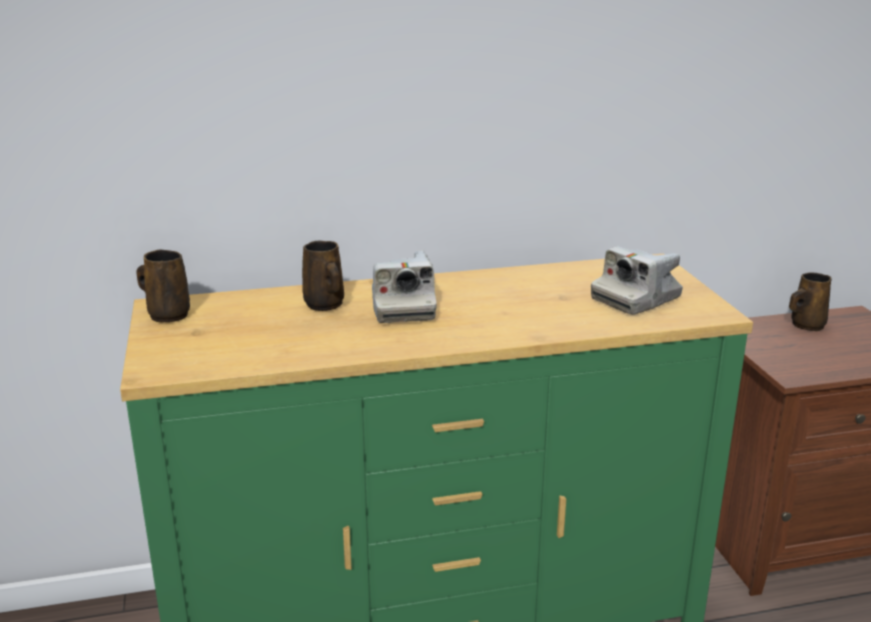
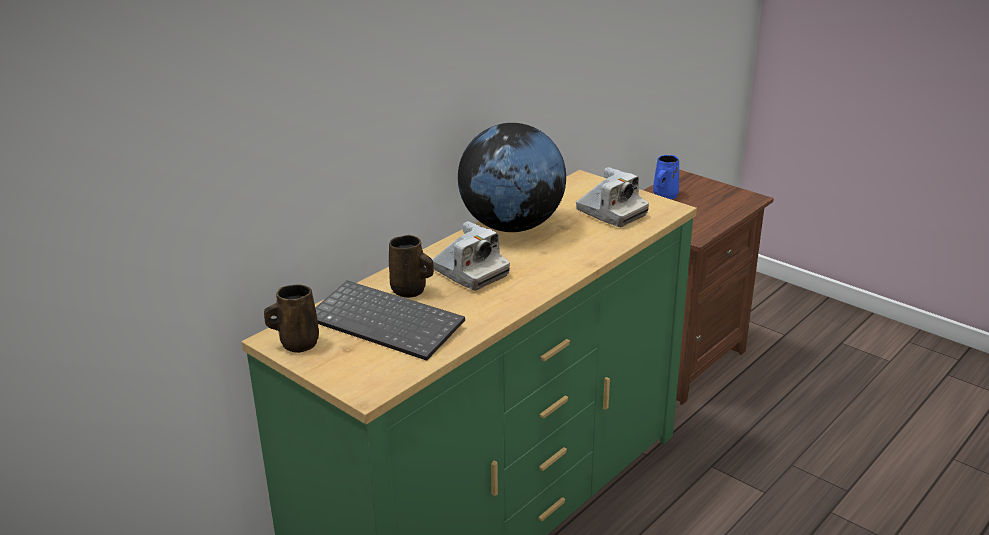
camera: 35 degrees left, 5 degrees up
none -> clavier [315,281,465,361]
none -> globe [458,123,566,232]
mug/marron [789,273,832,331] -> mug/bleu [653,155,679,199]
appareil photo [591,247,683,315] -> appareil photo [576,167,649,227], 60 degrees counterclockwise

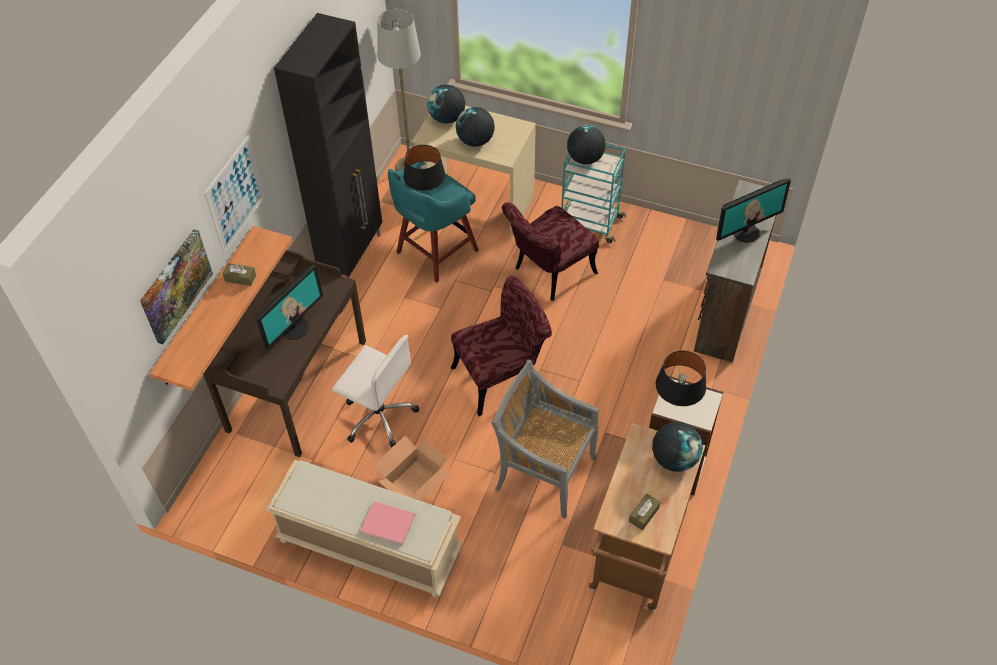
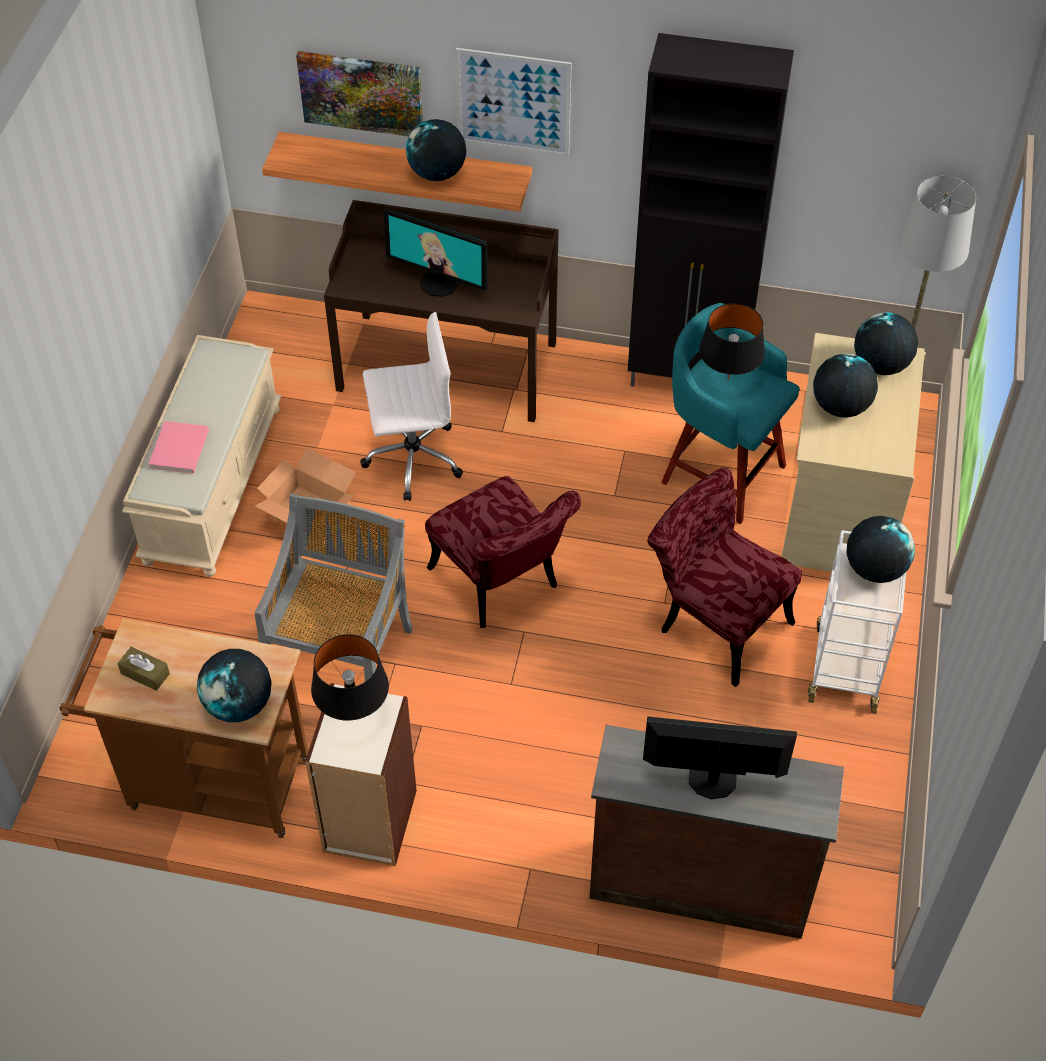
camera: 80 degrees right, 0 degrees up
boîte à mouchoirs/marron [223,263,256,286] -> globe [406,119,466,181]
chariot/turquoise [561,144,626,243] -> chariot/blanc [808,530,906,714]
chaise de bureau/blanc [332,335,419,447] -> chaise de bureau/blanc [360,312,463,501], 120 degrees counterclockwise
écran d'ordinateur [716,178,791,243] -> écran d'ordinateur [643,716,797,799], 135 degrees clockwise

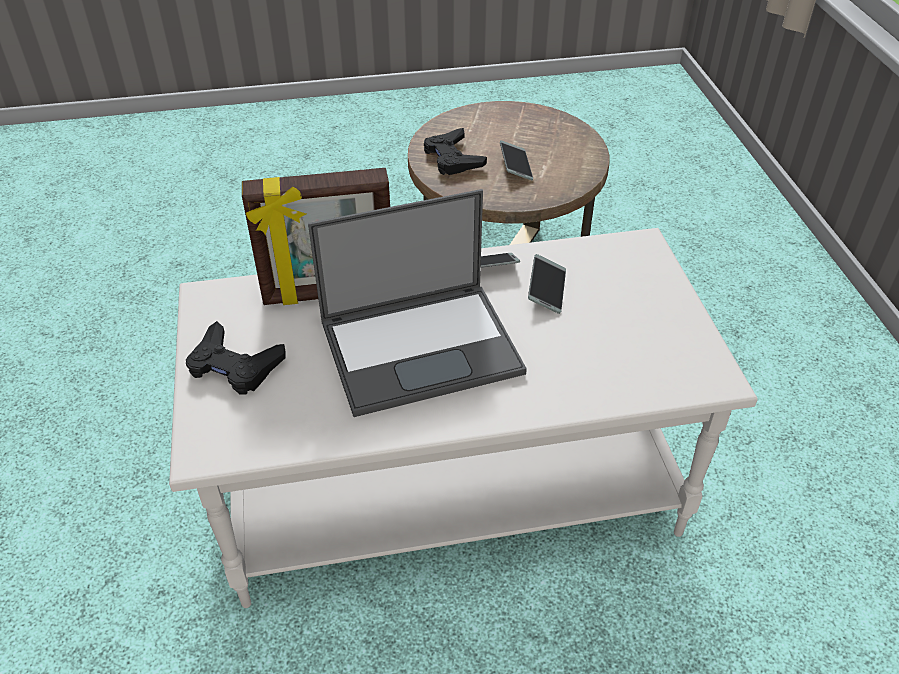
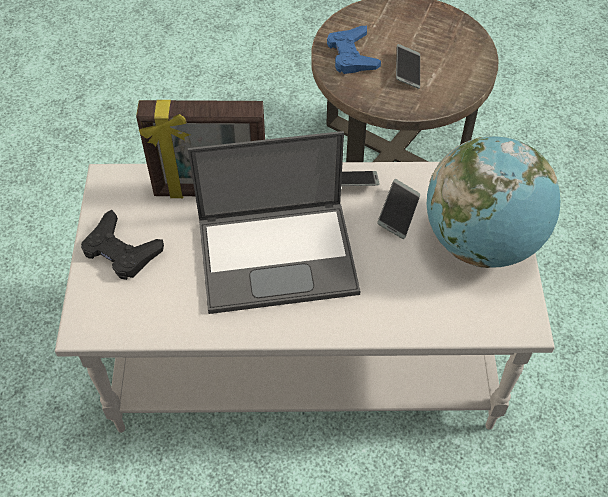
camera: 10 degrees right, 10 degrees up
none -> globe [427,137,560,268]
manette/noir [424,128,487,175] -> manette/bleu [327,26,381,74]

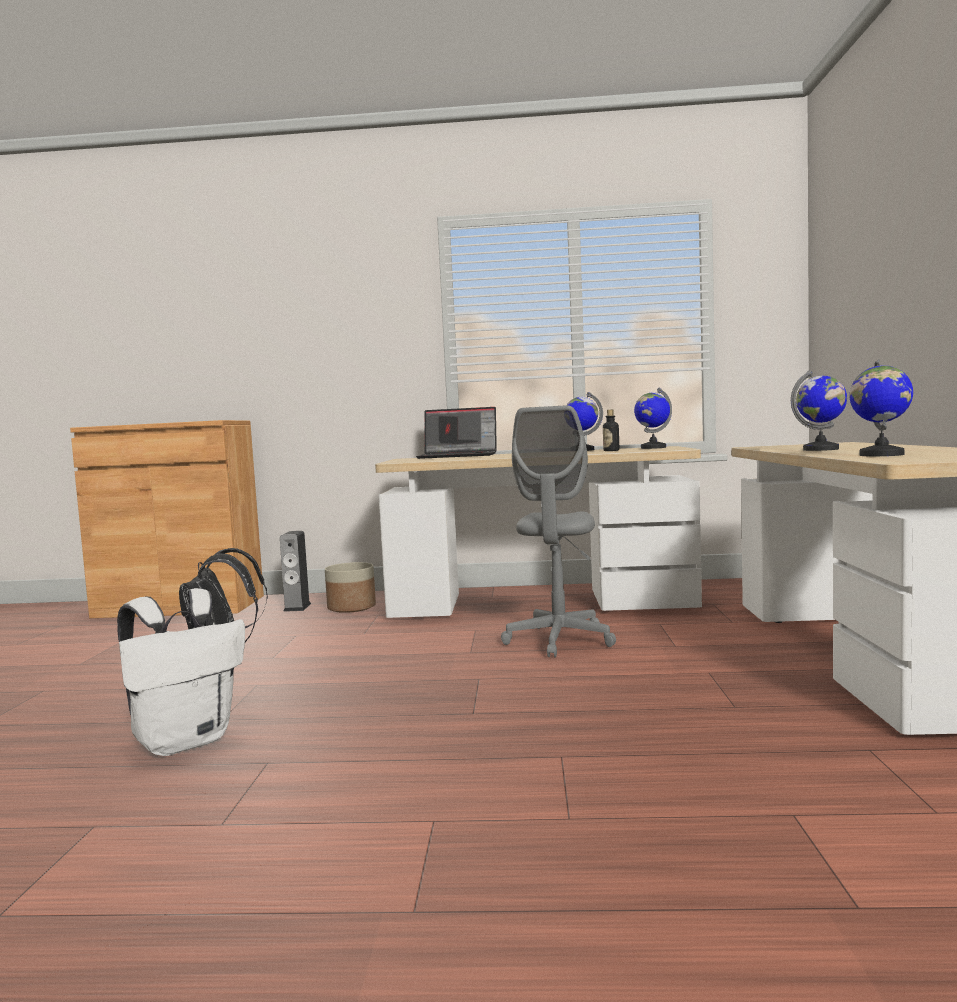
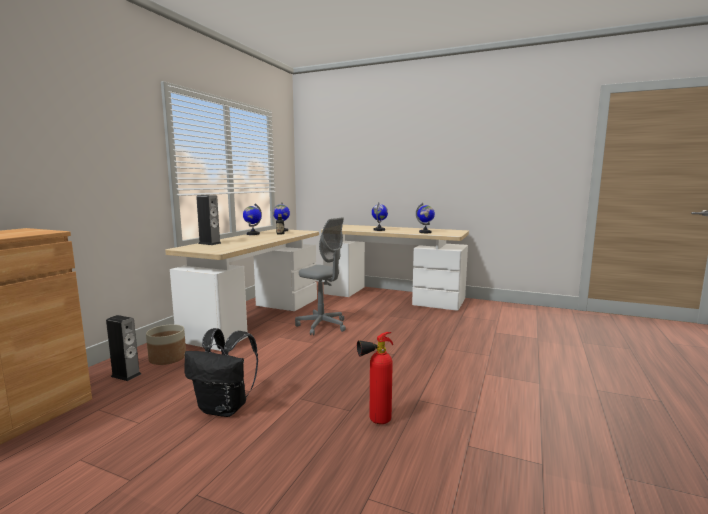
camera: 70 degrees left, 5 degrees up
sac à dos/blanc [117,588,245,756] -> extincteur [357,332,393,424]
ordinateur portable [416,407,497,459] -> enceinte [196,195,221,245]

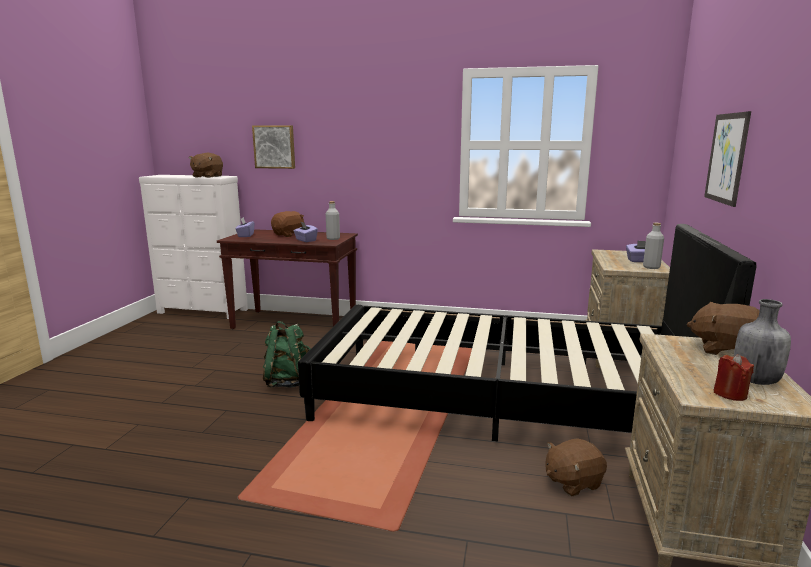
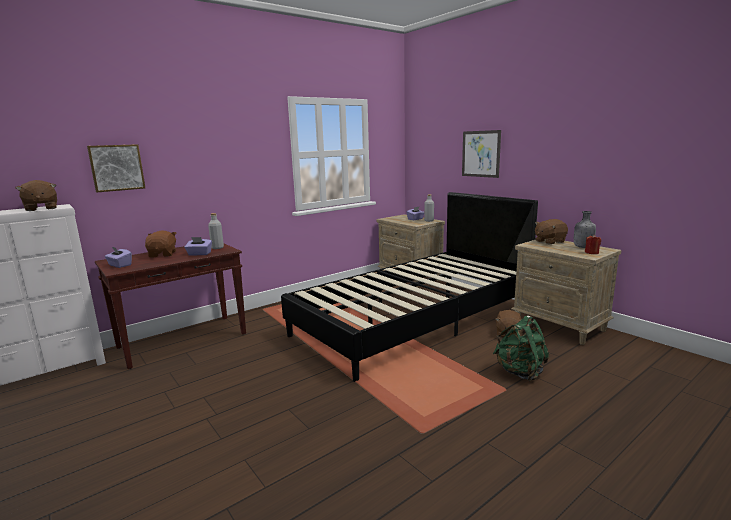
camera: 50 degrees left, 0 degrees up
sac à dos/vert [263,321,311,388] -> sac à dos/vert [493,315,549,381], moved

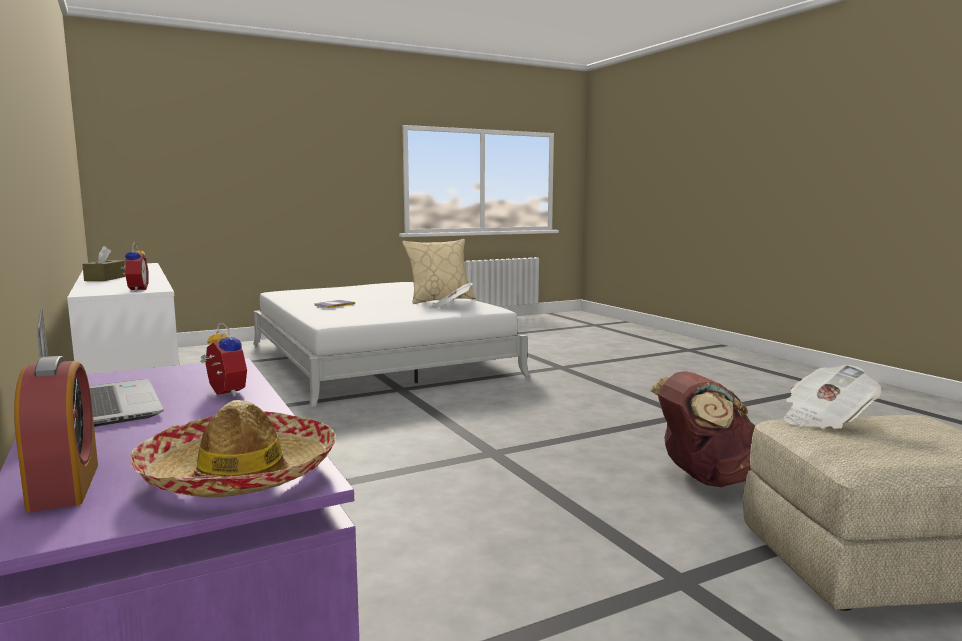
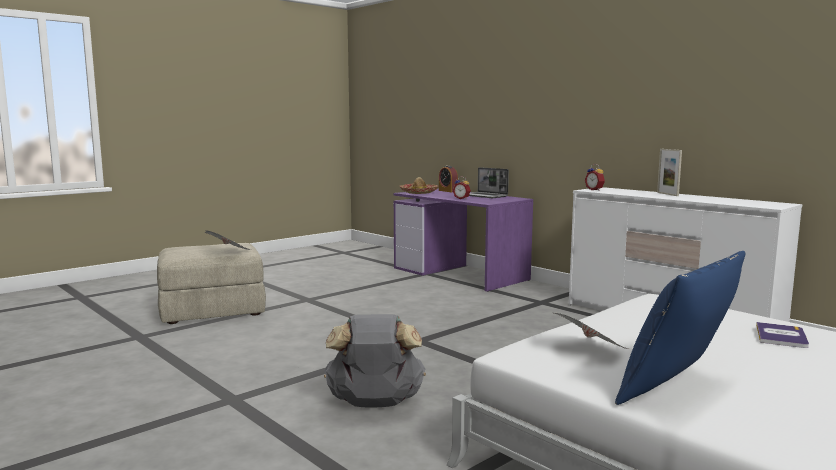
camera: 165 degrees right, 0 degrees up
sac à dos/marron [651,371,755,487] -> none
none -> sac à dos/gris [324,314,426,408]
boîte à mouchoirs/marron [82,246,126,281] -> cadre photo [657,149,682,196]
coussin/beige [402,239,476,304] -> coussin/bleu [615,251,745,405]

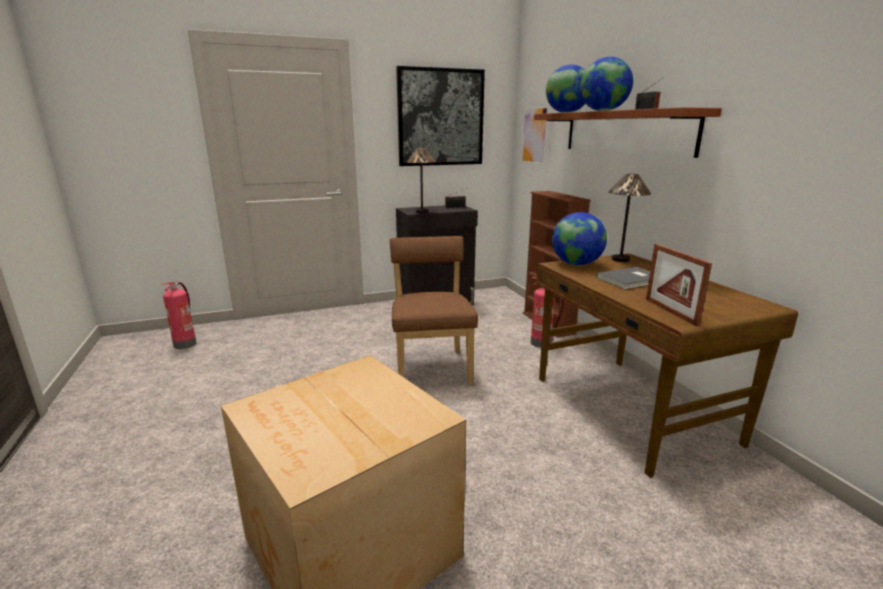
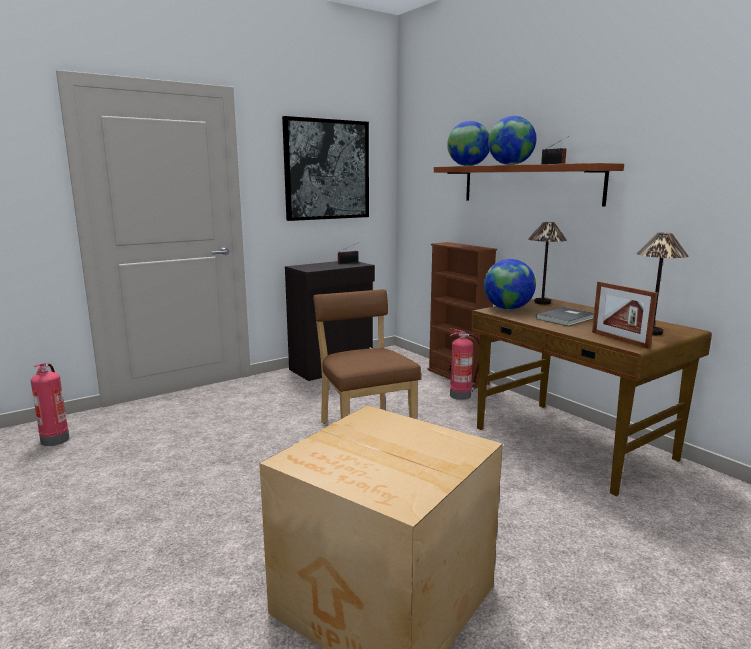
camera: 15 degrees left, 5 degrees down
tableau [521,105,550,166] -> none
lampe de table [407,148,436,213] -> lampe de table [636,233,689,335], moved

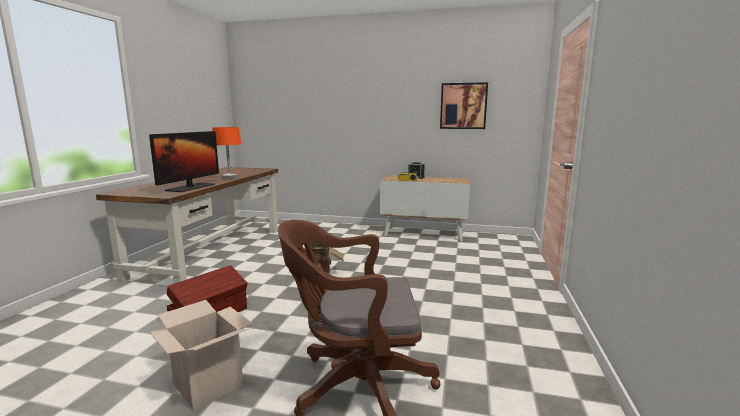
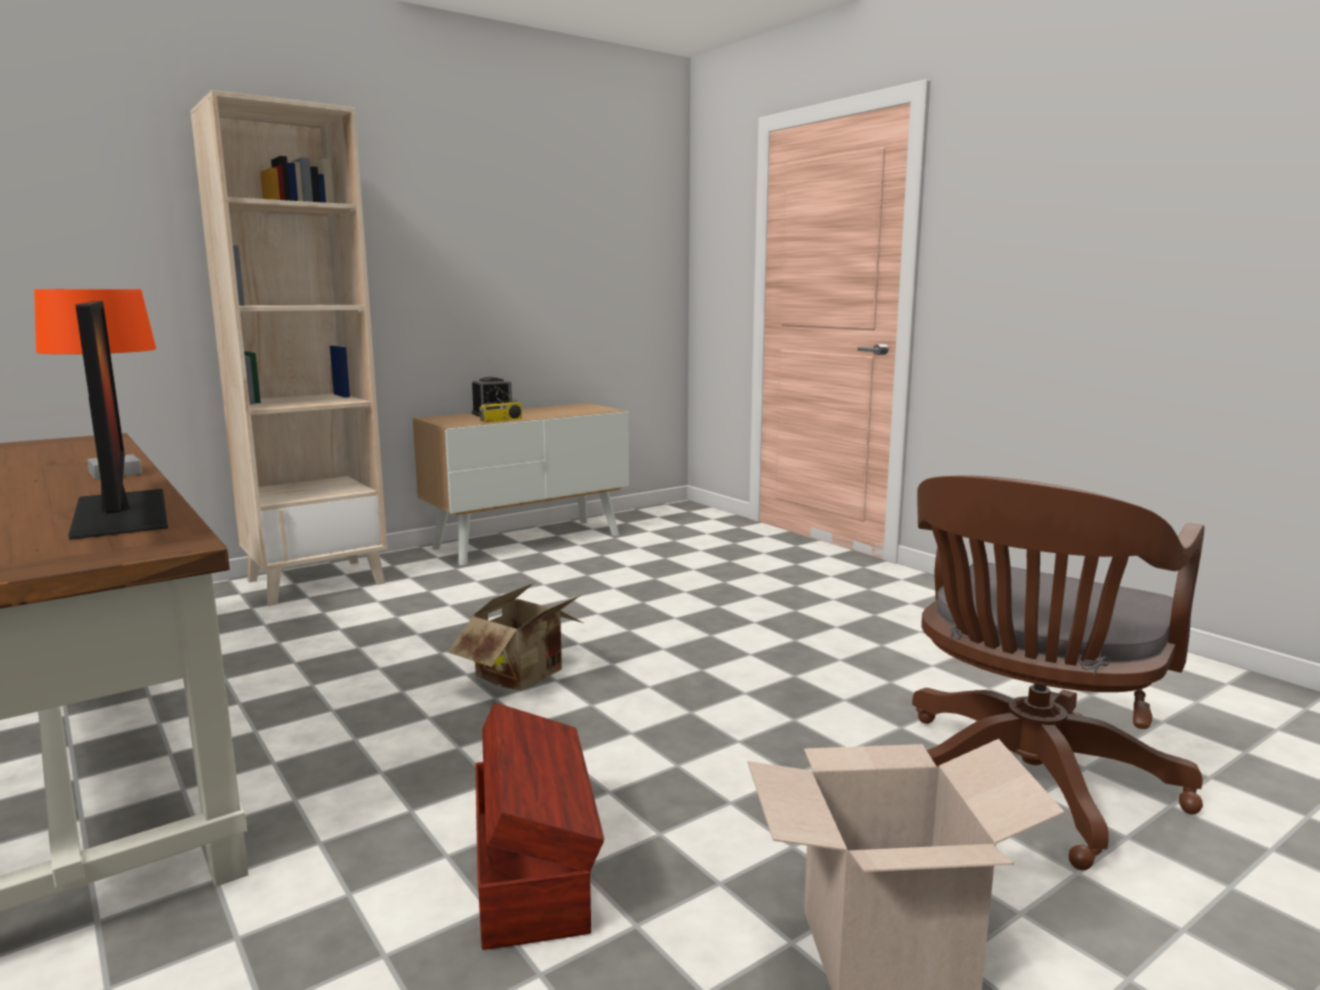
camera: 50 degrees left, 0 degrees up
tableau [440,82,488,129] -> none
none -> bibliothèque/beige [190,90,387,606]

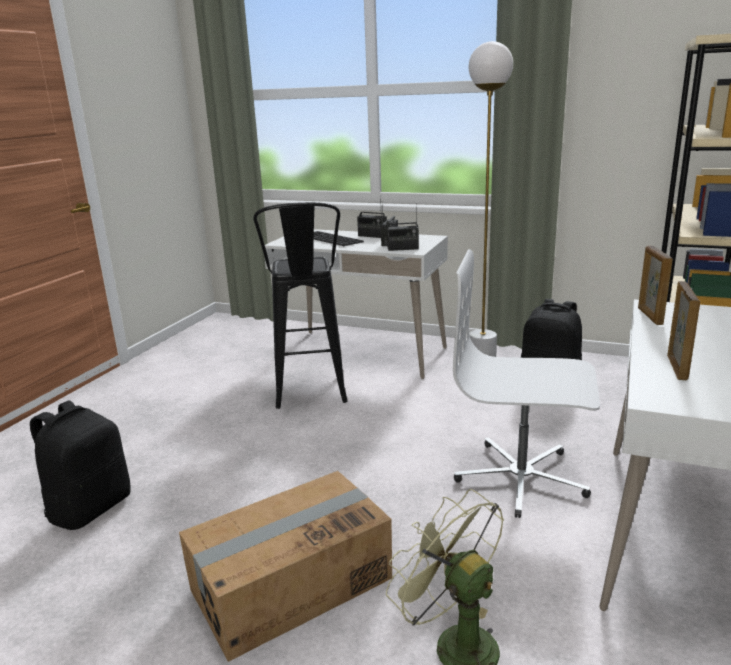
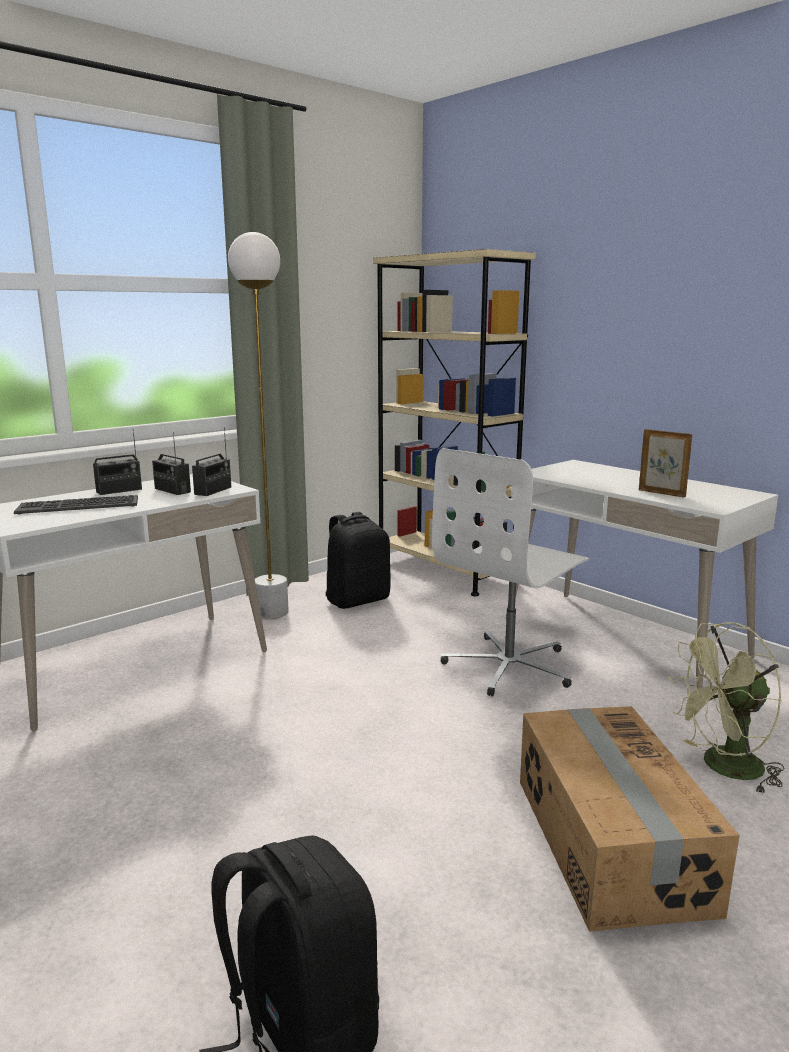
camera: 65 degrees left, 5 degrees down
tabouret/noir [254,202,347,409] -> none
cadre photo [638,246,672,325] -> none

